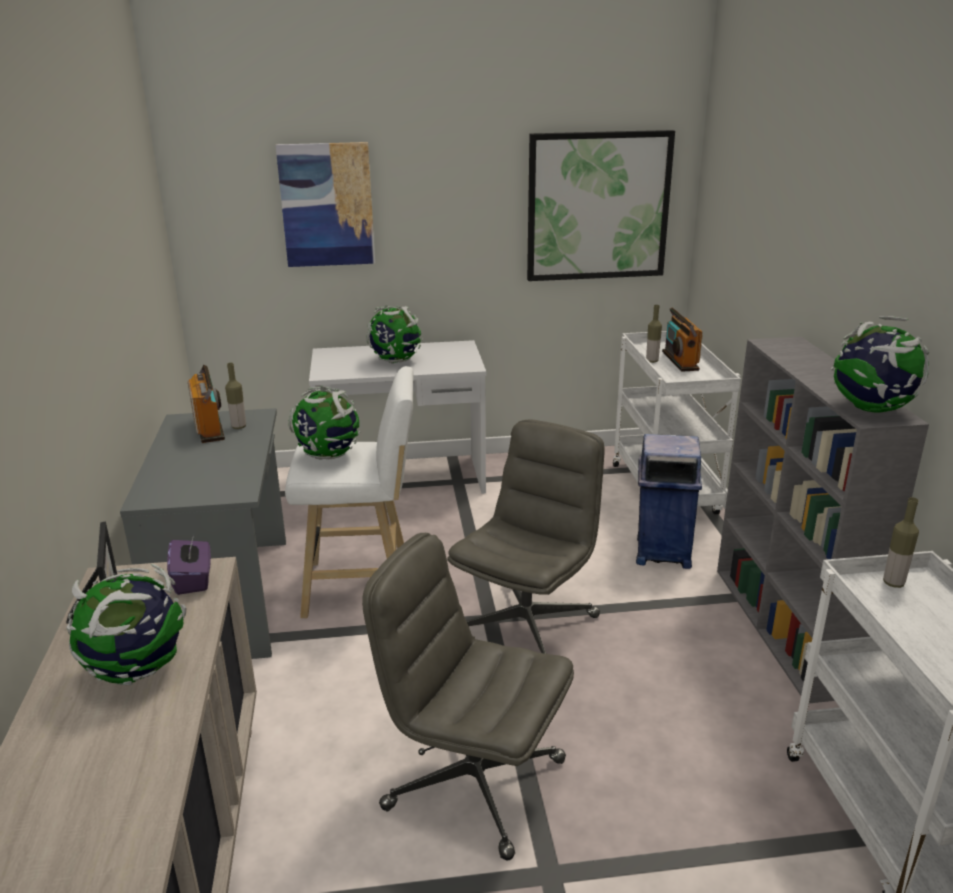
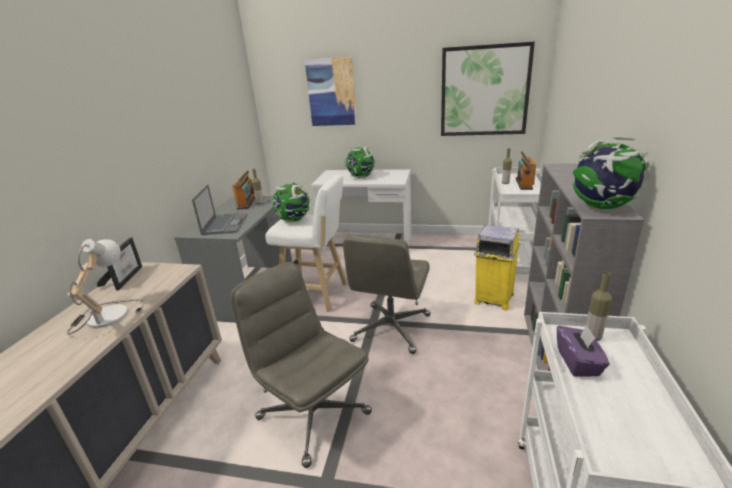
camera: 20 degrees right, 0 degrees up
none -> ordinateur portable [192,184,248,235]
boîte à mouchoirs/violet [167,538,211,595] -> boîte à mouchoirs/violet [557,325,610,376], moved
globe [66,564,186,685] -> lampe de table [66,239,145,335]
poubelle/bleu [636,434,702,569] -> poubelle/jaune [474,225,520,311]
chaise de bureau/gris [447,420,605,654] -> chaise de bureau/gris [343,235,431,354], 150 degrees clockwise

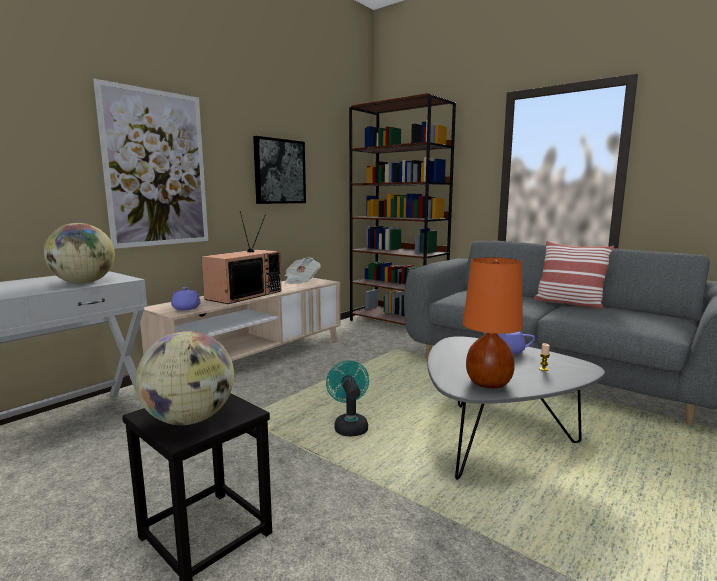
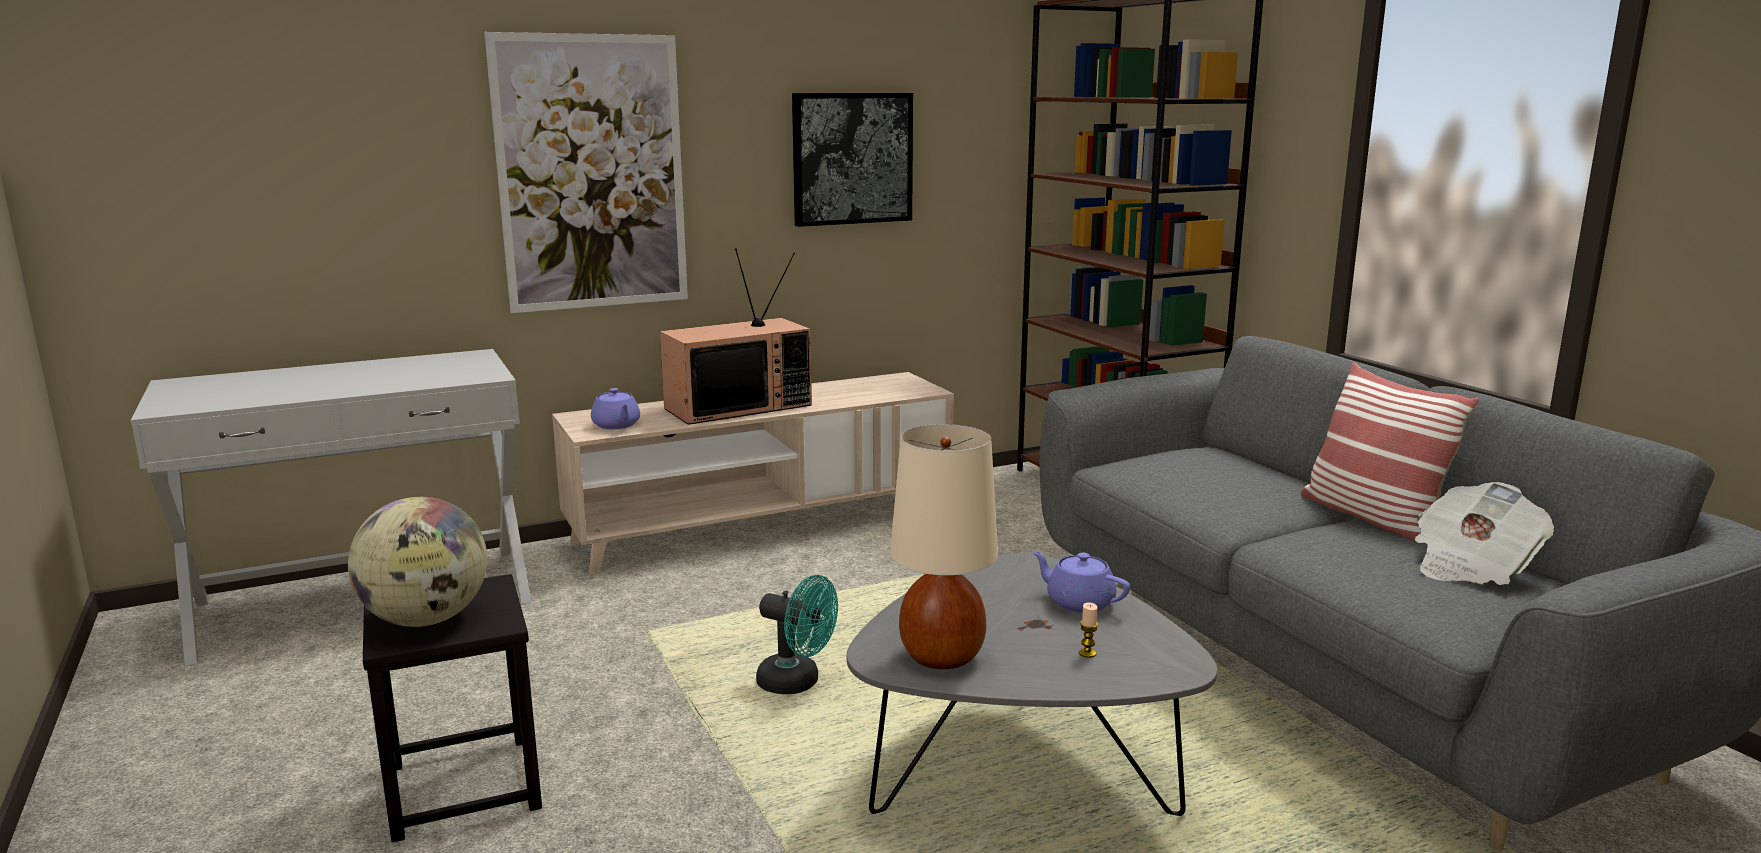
camera: 25 degrees right, 5 degrees up
globe [44,223,115,284] -> none
journal [284,257,321,284] -> journal [1415,482,1554,585], moved
lampe de table/orange [463,257,523,388] -> lampe de table/beige [890,424,998,669]
ventilateur/turquoise [326,361,369,436] -> ventilateur/turquoise [756,575,838,694], 105 degrees clockwise

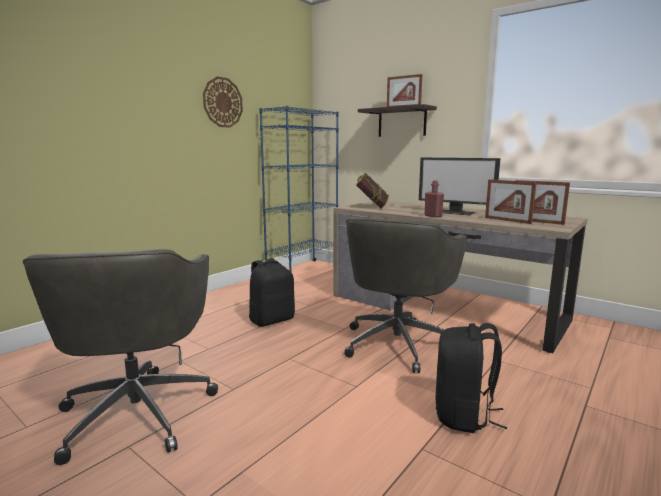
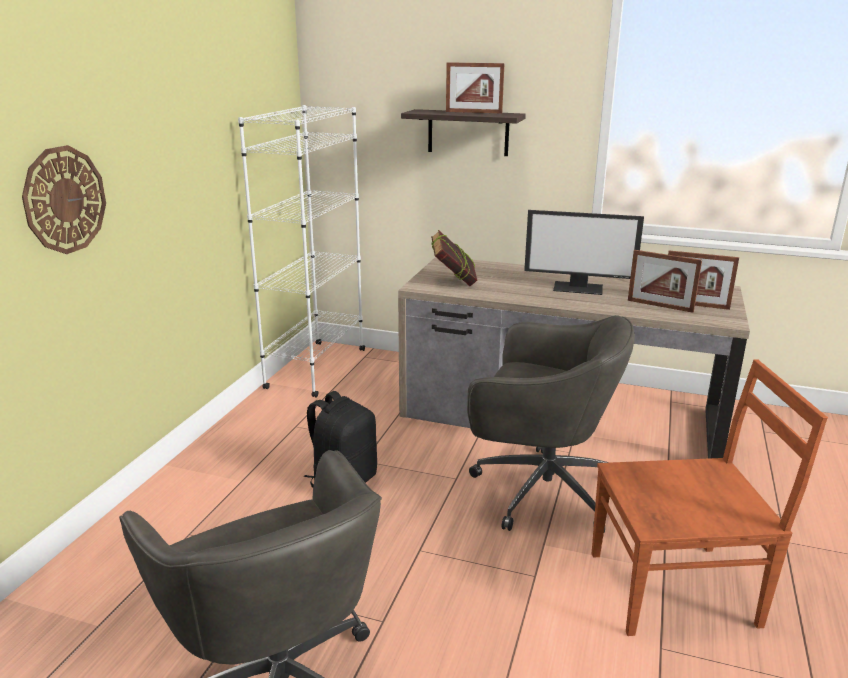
camera: 20 degrees left, 10 degrees up
bouteille/rouge [424,180,444,218] -> none
horloge murale [203,76,243,128] -> horloge murale [22,145,106,254], moved
sac à dos/noir [436,323,507,433] -> chaise/marron [592,359,828,636]
bibliothèque/bleu [259,106,339,272] -> bibliothèque/blanc [238,105,365,397]
chaise de bureau/gris [344,217,467,373] -> chaise de bureau/gris [467,315,635,533], 75 degrees counterclockwise

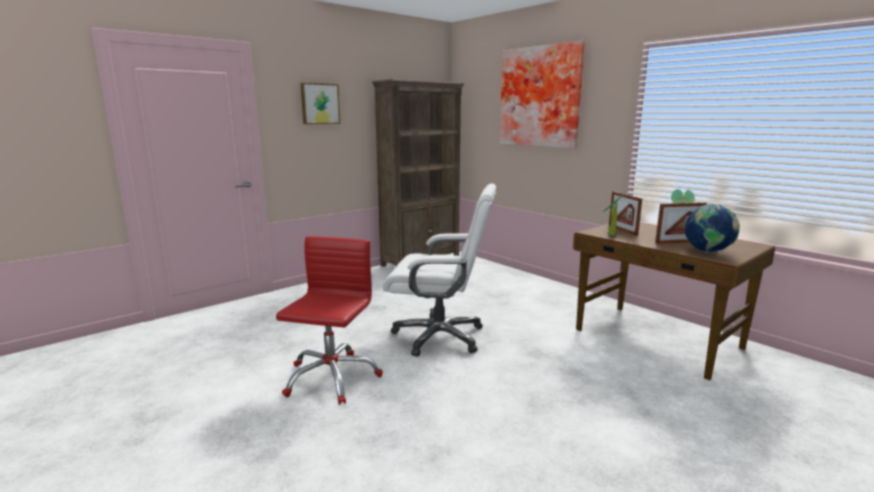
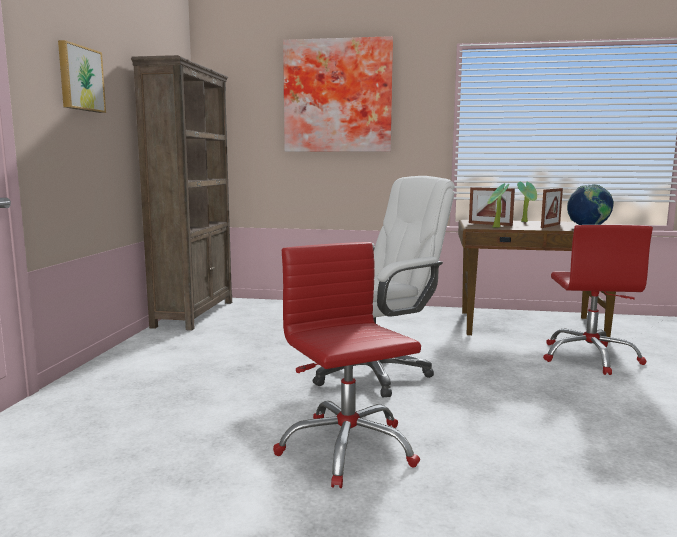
camera: 40 degrees left, 5 degrees down
none -> chaise de bureau/rouge [543,225,653,375]

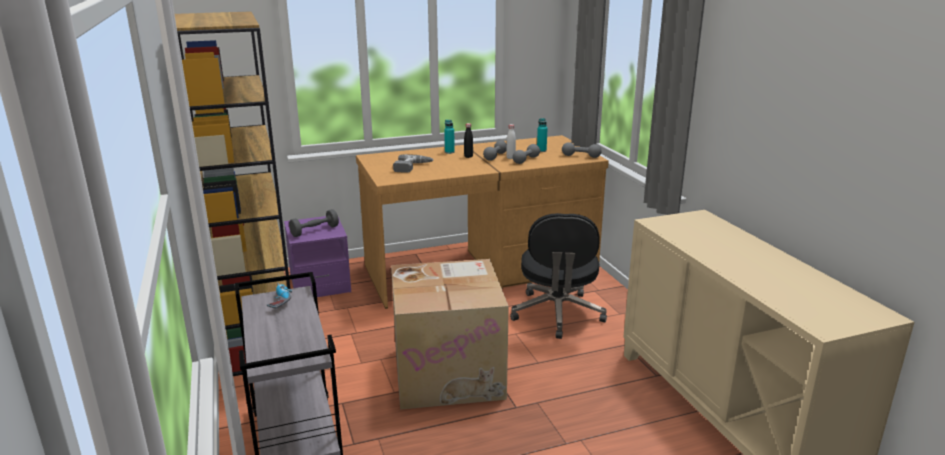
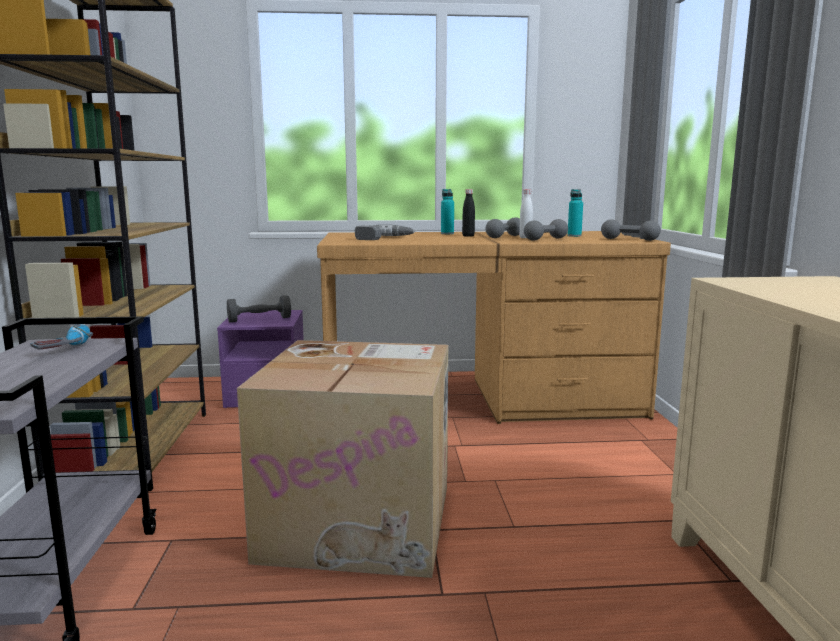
camera: 15 degrees right, 10 degrees down
chaise de bureau/noir [510,213,607,339] -> none

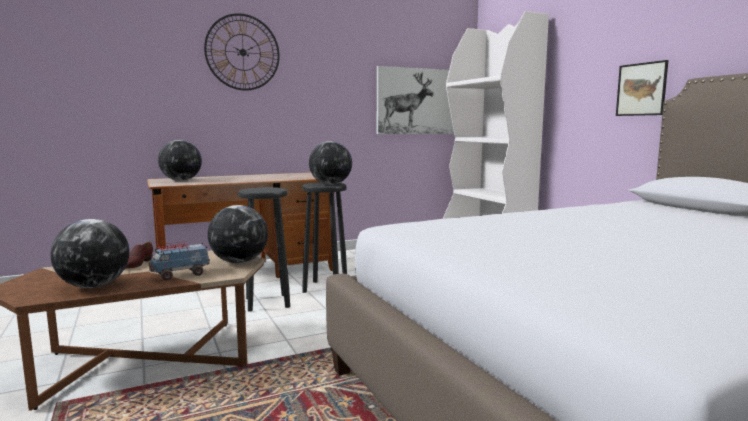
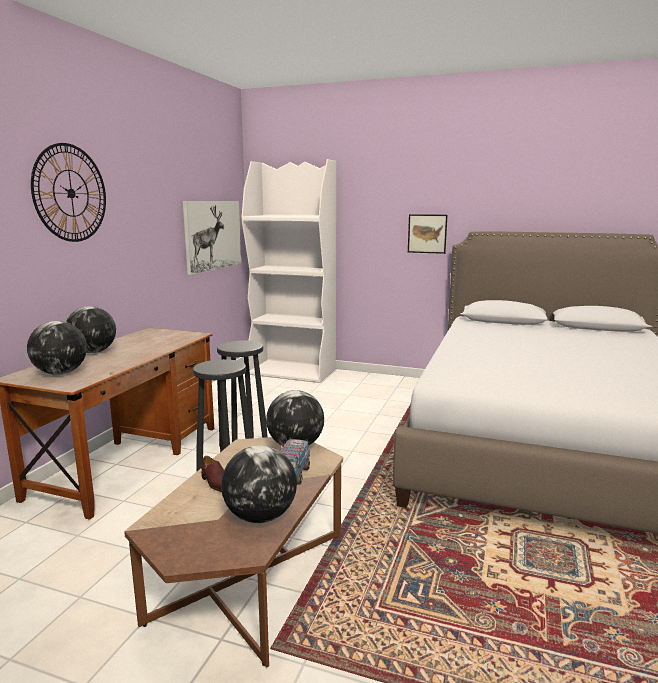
camera: 45 degrees left, 5 degrees up
globe [309,141,352,185] -> globe [66,306,116,353], moved

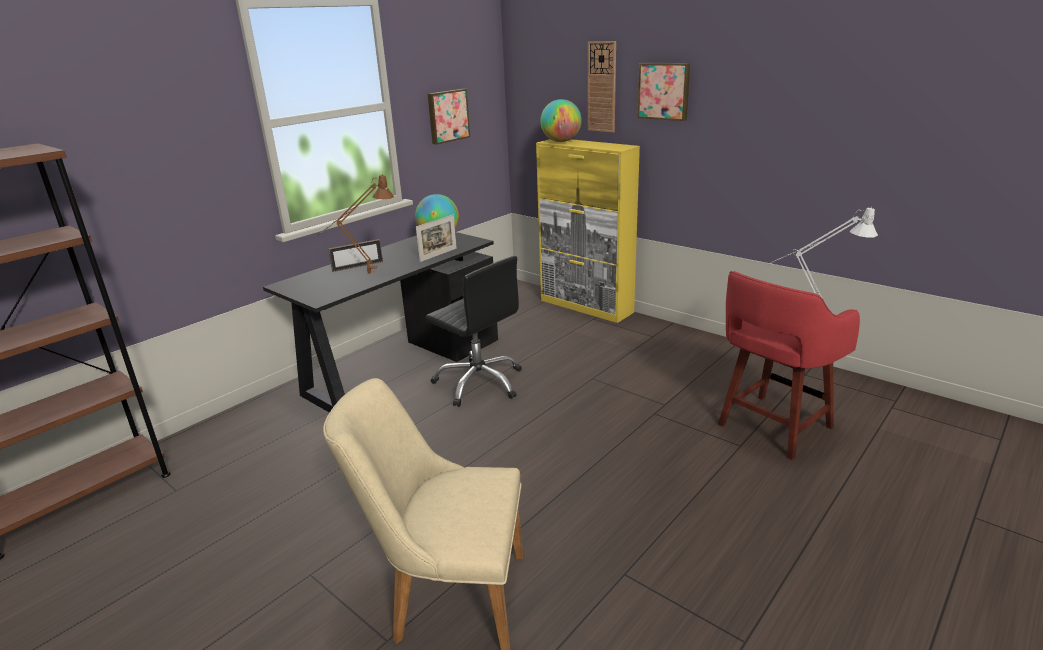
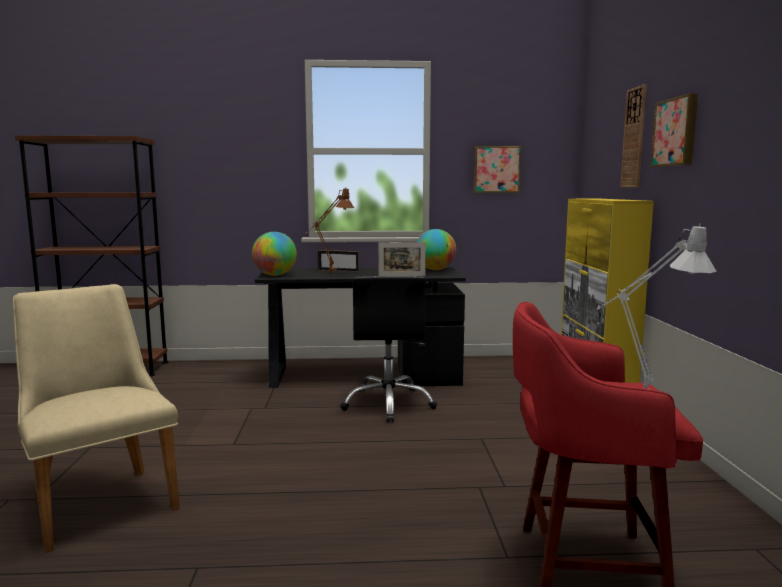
camera: 45 degrees right, 15 degrees down
globe [541,99,582,142] -> globe [252,232,297,276], moved

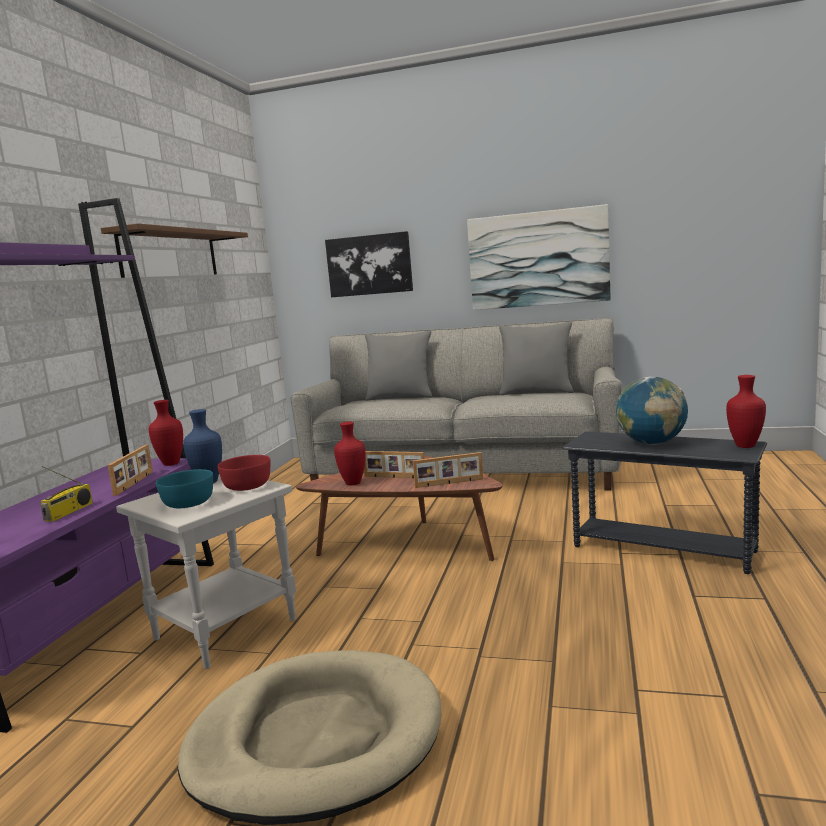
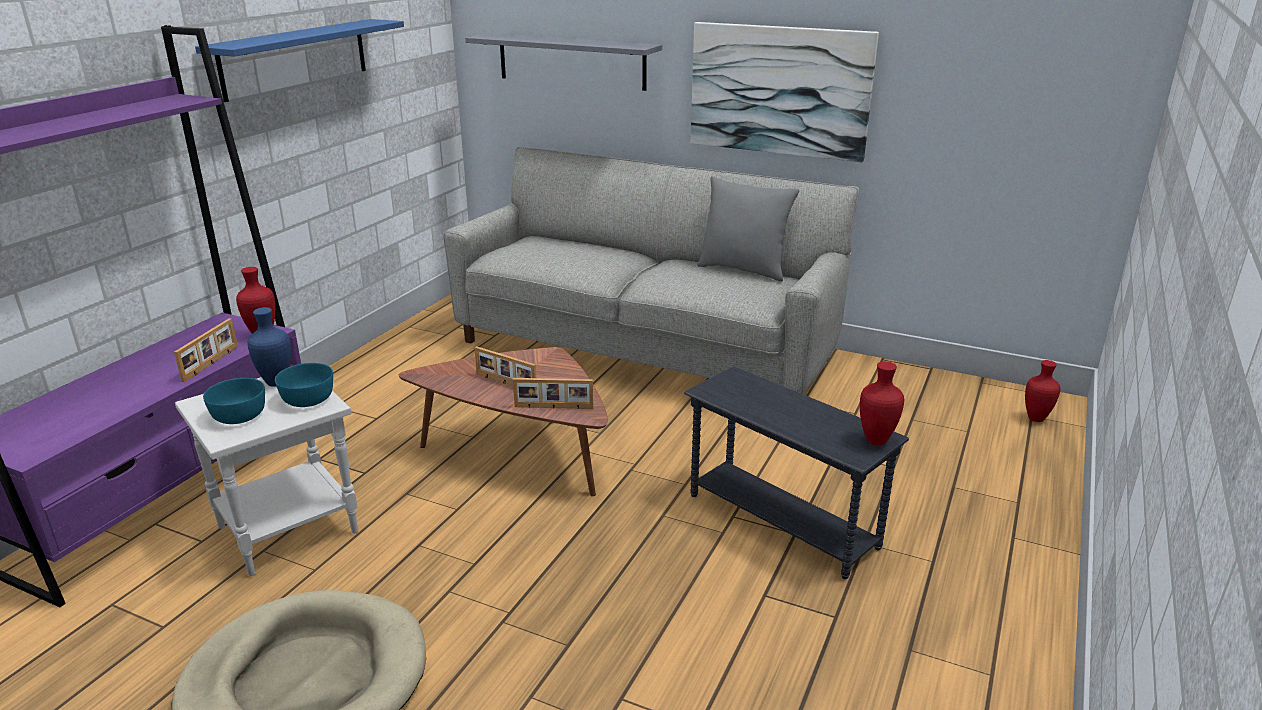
camera: 10 degrees right, 15 degrees up
radio [40,466,93,522] -> none
coussin/gris [365,331,432,401] -> none
globe [616,376,688,445] -> none
vase/rouge [334,422,365,485] -> vase/rouge [1025,360,1061,422], moved
tableau [325,231,413,297] -> étagère/gris [465,33,662,91]
étagère/marron [101,223,248,278] -> étagère/bleu [195,19,404,102]
bol/rouge [217,455,270,491] -> bol/turquoise [275,363,333,407]

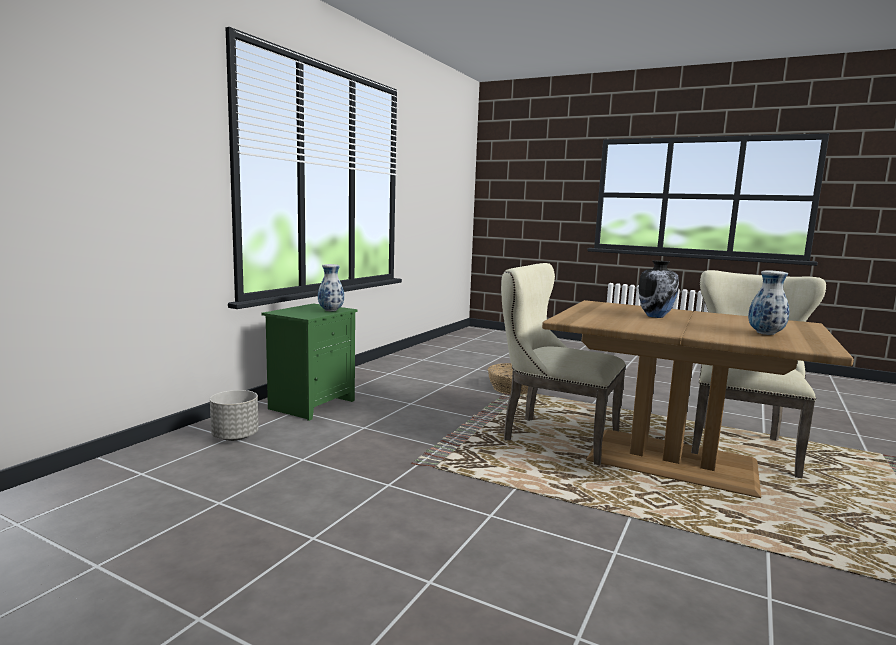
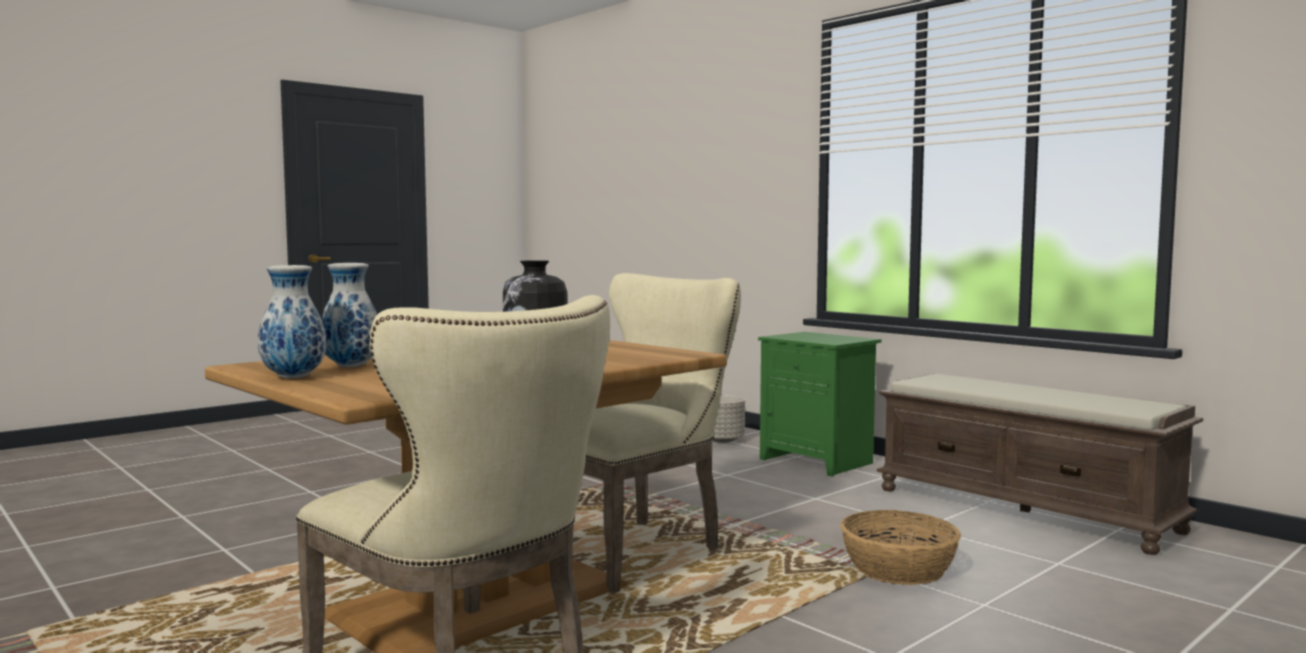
camera: 110 degrees right, 5 degrees down
none -> banc/marron [876,373,1203,555]
vase [318,264,344,311] -> vase [258,265,326,378], moved

